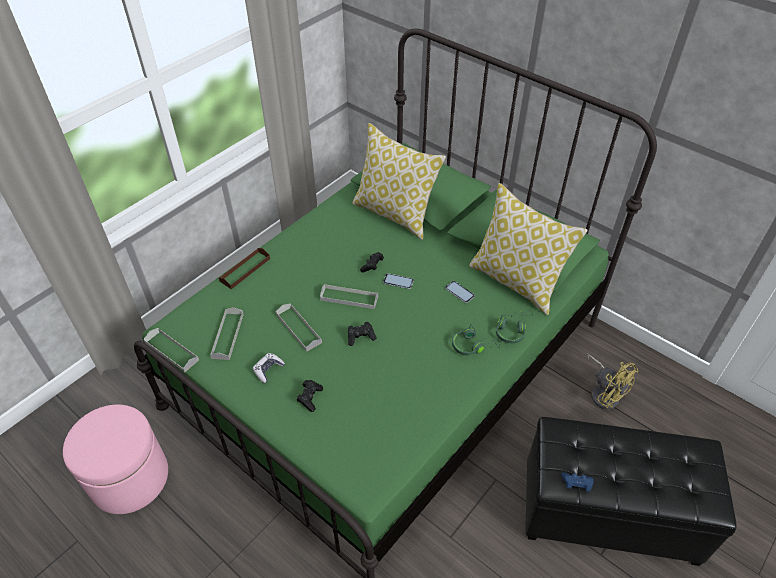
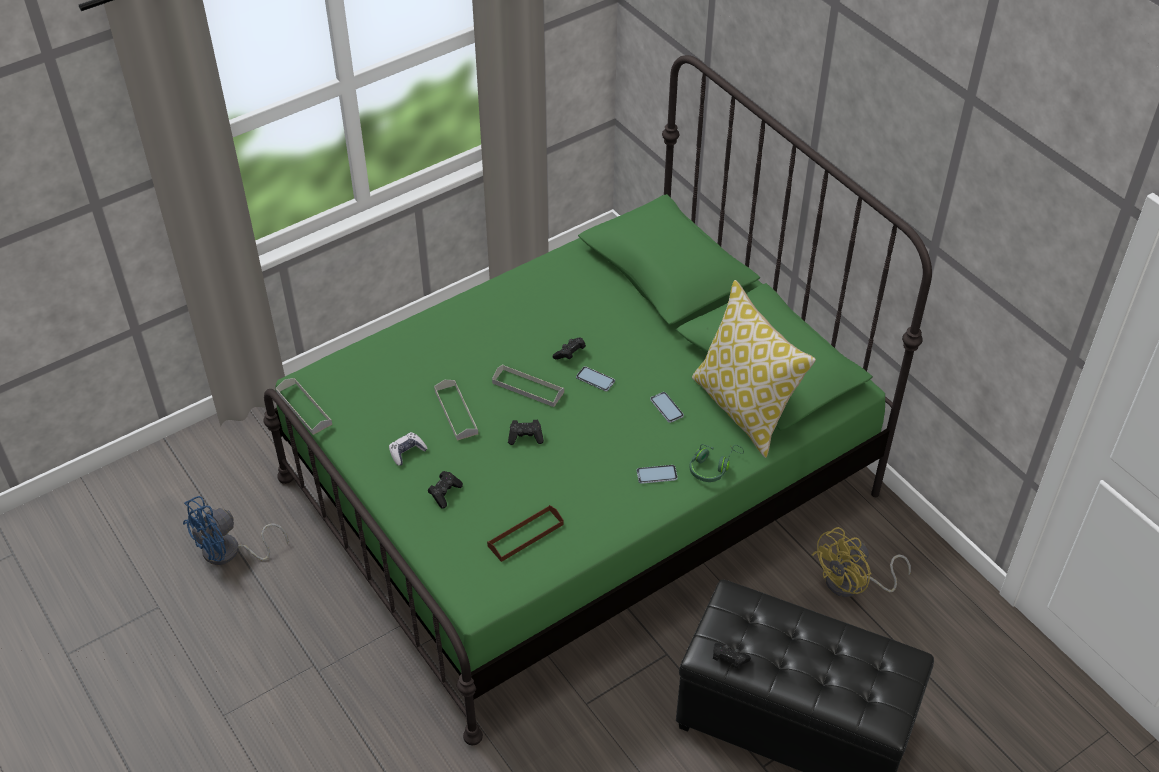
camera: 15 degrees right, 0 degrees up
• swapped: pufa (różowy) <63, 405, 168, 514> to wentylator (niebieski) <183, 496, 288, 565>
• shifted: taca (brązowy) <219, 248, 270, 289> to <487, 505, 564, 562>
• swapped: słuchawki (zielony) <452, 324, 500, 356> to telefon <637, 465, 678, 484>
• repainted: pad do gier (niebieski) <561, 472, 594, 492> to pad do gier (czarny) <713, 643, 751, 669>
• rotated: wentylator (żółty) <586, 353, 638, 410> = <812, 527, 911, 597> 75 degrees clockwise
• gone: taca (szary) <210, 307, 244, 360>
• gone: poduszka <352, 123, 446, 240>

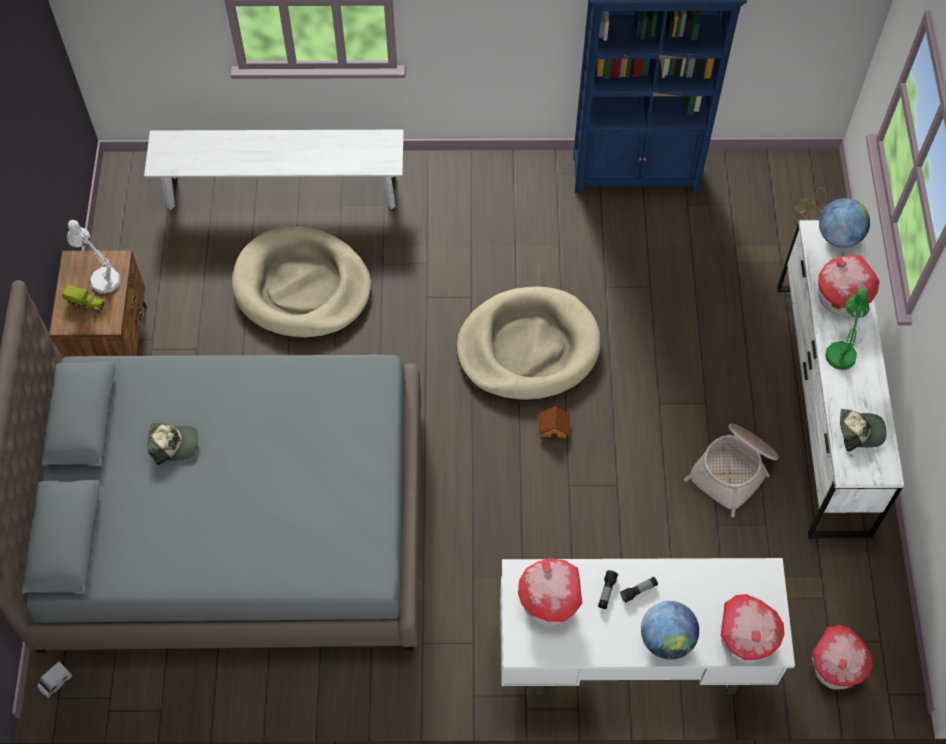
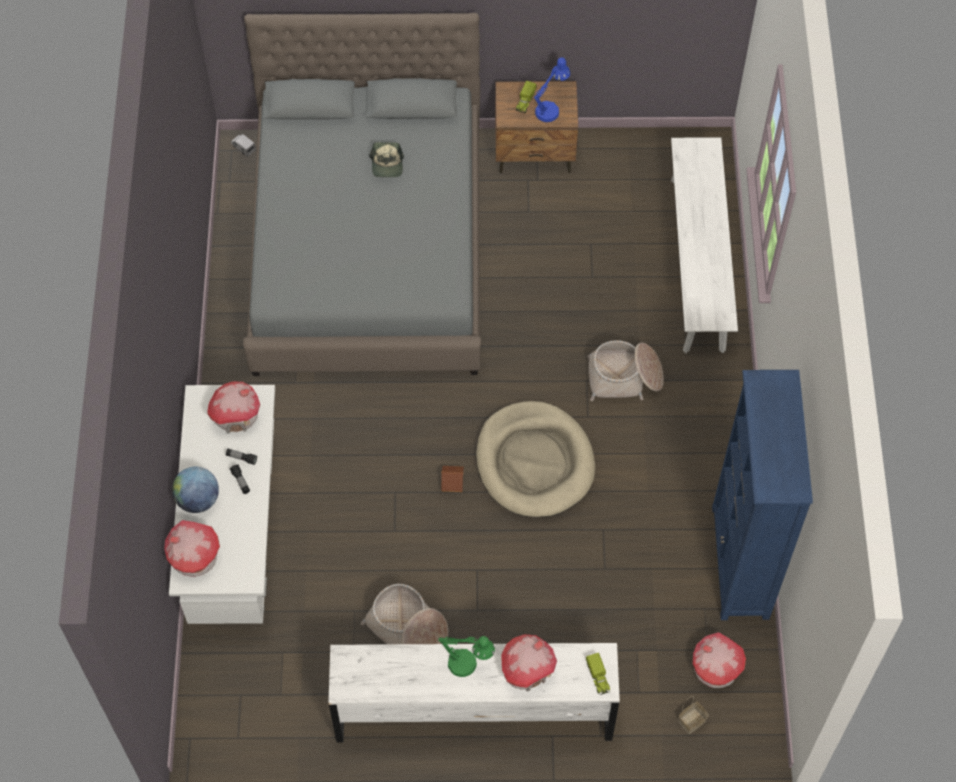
camera: 90 degrees right, 0 degrees up
• repainted: lampa stołowa (biały) <67, 220, 120, 293> to lampa stołowa (niebieski) <534, 57, 570, 122>
• swapped: globus <819, 198, 870, 248> to ciężarówka zabawkowa <586, 653, 610, 695>
• new: koszyk <587, 340, 664, 401>
• shifted: domek <812, 625, 873, 690> to <693, 632, 746, 688>
• gone: legowisko (beżowy) <232, 227, 371, 339>
• gone: czapka z daszkiem <840, 409, 886, 451>

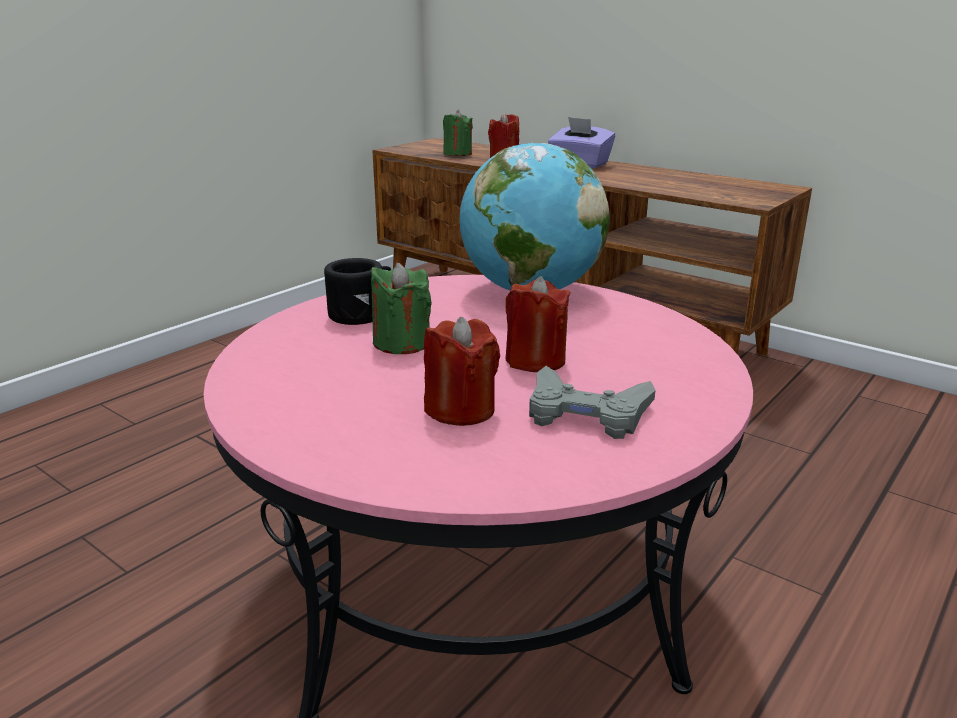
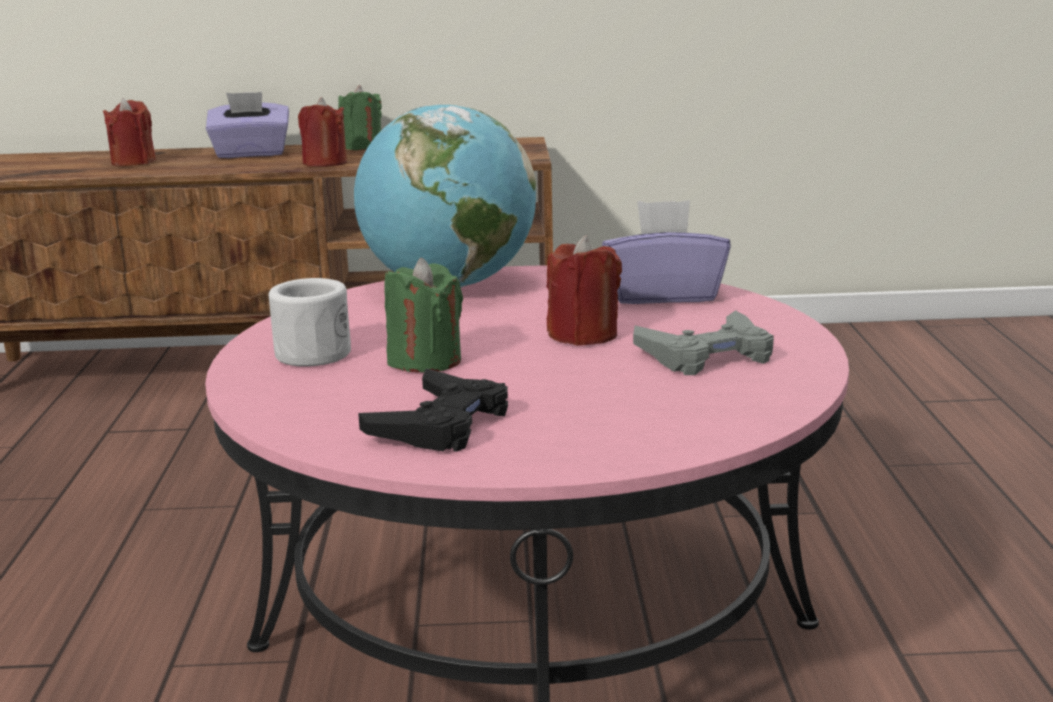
camera: 40 degrees left, 5 degrees down
• repainted: kubek (czarny) <324, 258, 391, 325> to kubek (biały) <269, 278, 351, 367>
• shifted: świeca (czerwony) <424, 317, 500, 426> to <298, 97, 347, 167>
• shifted: świeca (zielony) <443, 110, 473, 156> to <338, 85, 382, 150>
• new: pad do gier (czarny) <358, 369, 508, 452>
• new: pudełko chusteczek (fioletowy) <602, 200, 731, 304>

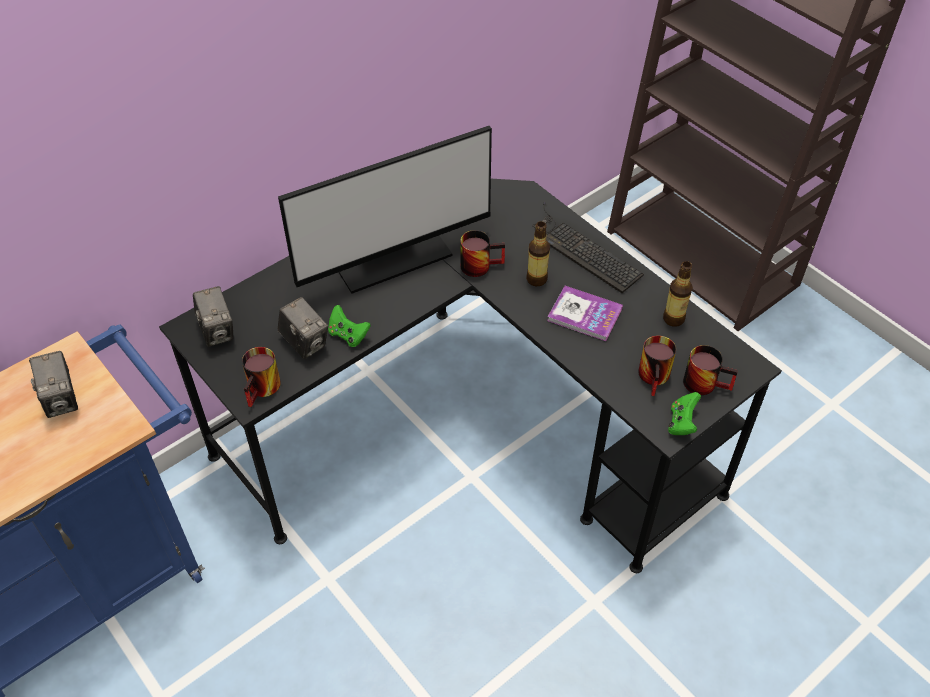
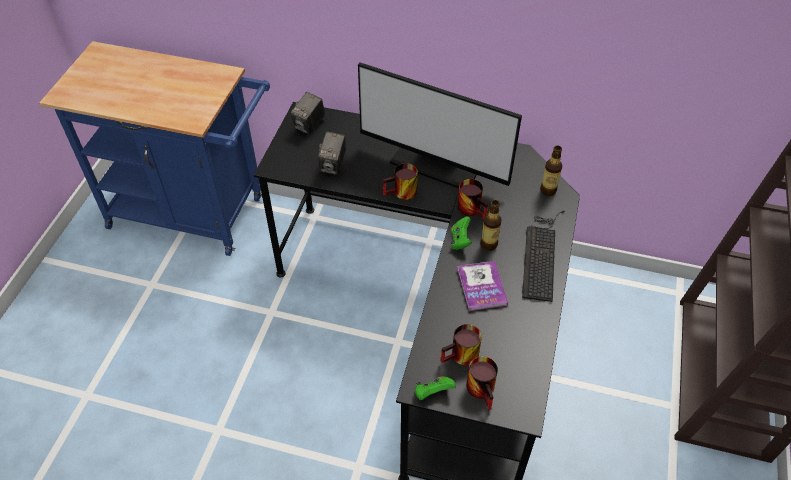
camera: 55 degrees right, 0 degrees up
• shifted: kubek <242, 347, 281, 407> to <383, 163, 418, 200>
• shifted: pad do gier (zielony) <328, 305, 371, 347> to <451, 216, 472, 250>
• shifted: butelka <663, 261, 693, 327> to <540, 146, 562, 196>
• gone: aparat fotograficzny <29, 351, 78, 418>

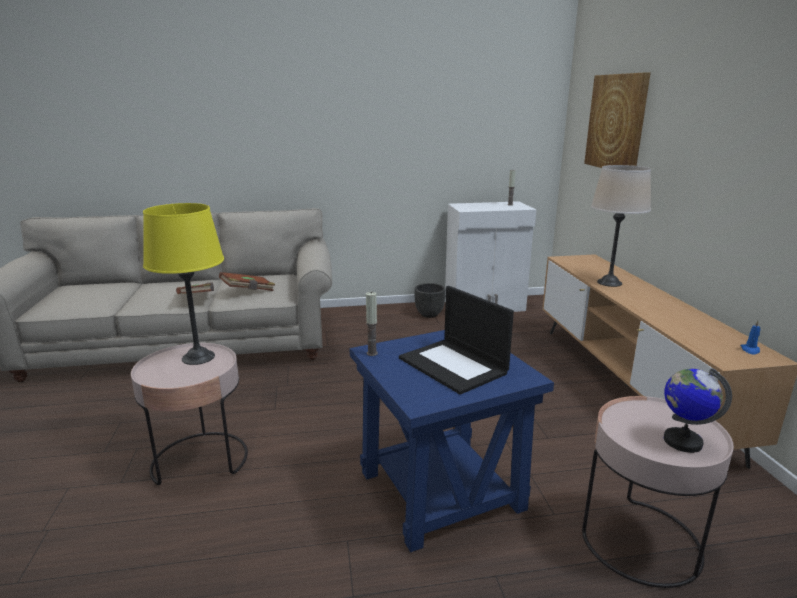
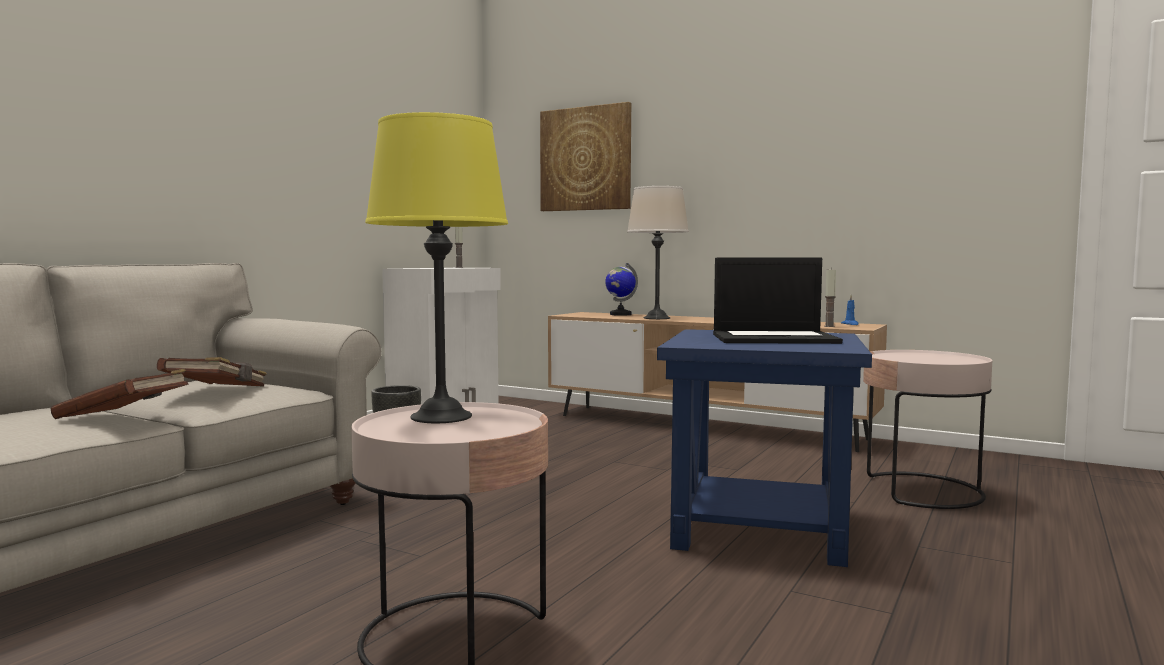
camera: 50 degrees left, 15 degrees down
• shifted: globus <664, 368, 732, 453> to <605, 263, 638, 316>
• shifted: świeca <366, 292, 378, 356> to <824, 268, 836, 327>

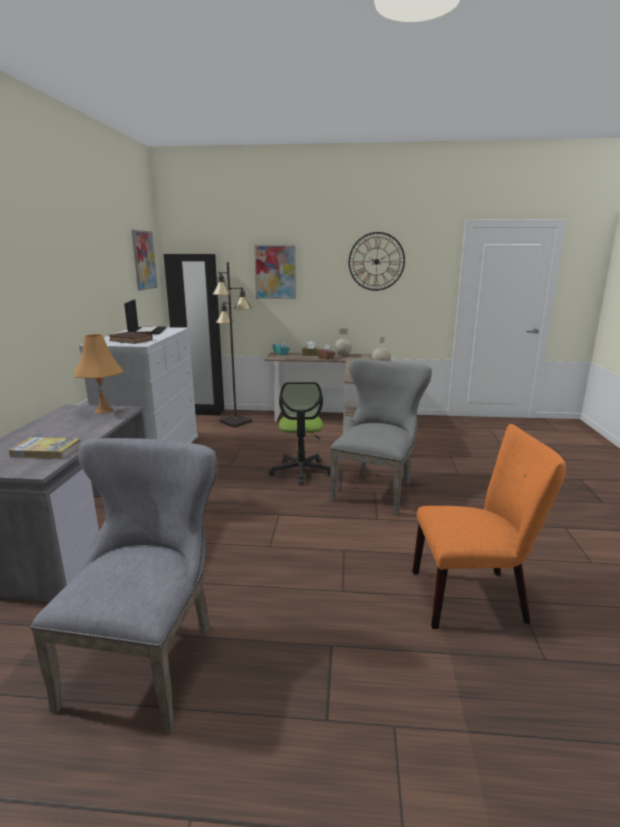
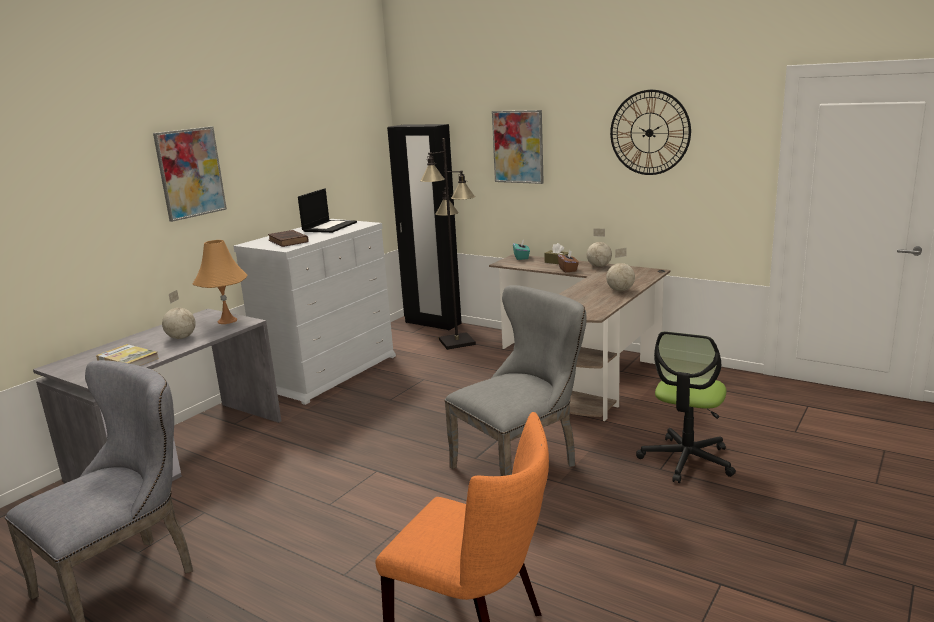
camera: 30 degrees right, 0 degrees up
• shifted: obraz <132, 230, 157, 290> to <153, 126, 227, 222>
• new: globus <162, 290, 196, 339>
• shifted: krzesło biurowe <269, 382, 330, 485> to <636, 331, 736, 483>

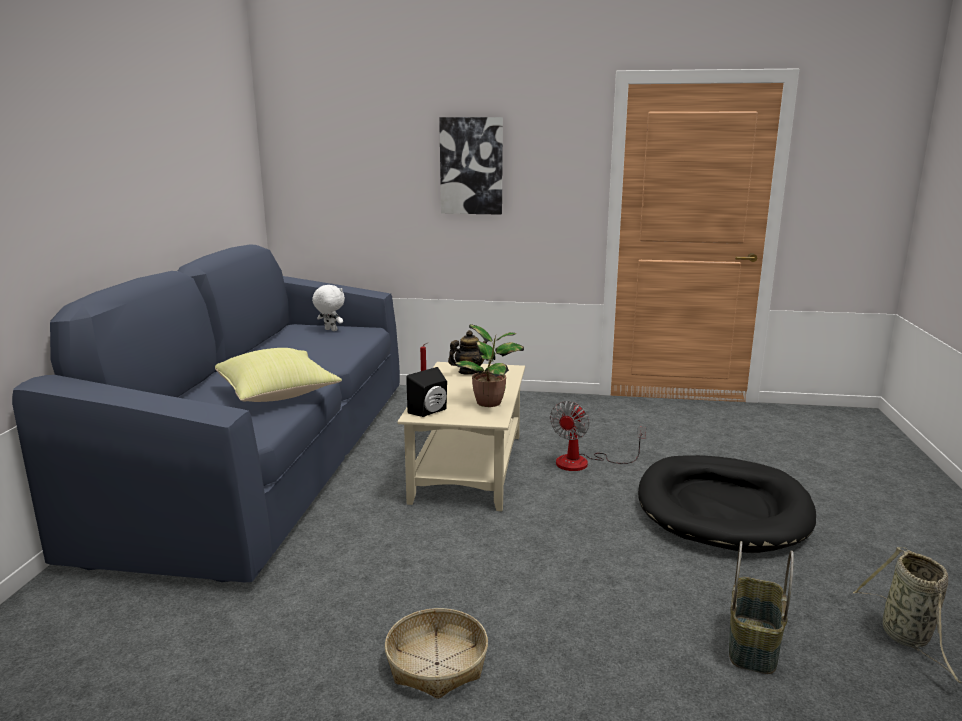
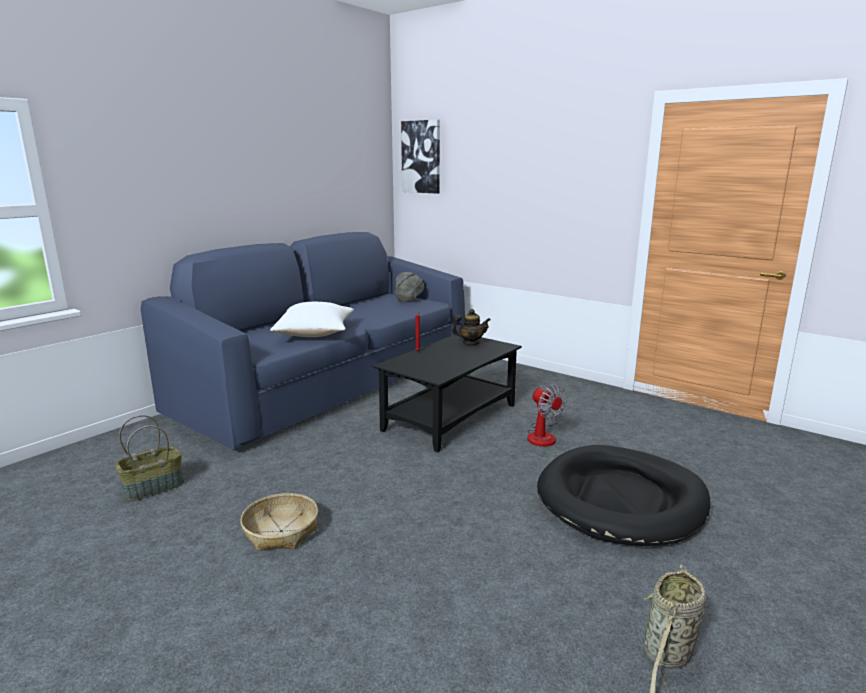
camera: 30 degrees right, 0 degrees up
• shifted: koszyk <729, 541, 794, 674> to <115, 415, 184, 501>
• repainted: poduszka (żółty) <215, 348, 342, 402> to poduszka (biały) <270, 302, 354, 337>
• repainted: ława (beżowy) <397, 362, 525, 511> to ława (czarny) <373, 333, 522, 452>
• swapped: pluszak (biały) <312, 285, 345, 331> to kapelusz (szary) <395, 272, 424, 302>
• shifted: obraz <439, 117, 503, 215> to <401, 120, 440, 194>
• rotated: wentylator <550, 401, 646, 471> = <527, 384, 567, 447> 90 degrees counterclockwise
• gone: głośnik (czarny) <406, 367, 447, 417>
• gone: roślina doniczkowa <455, 324, 524, 407>

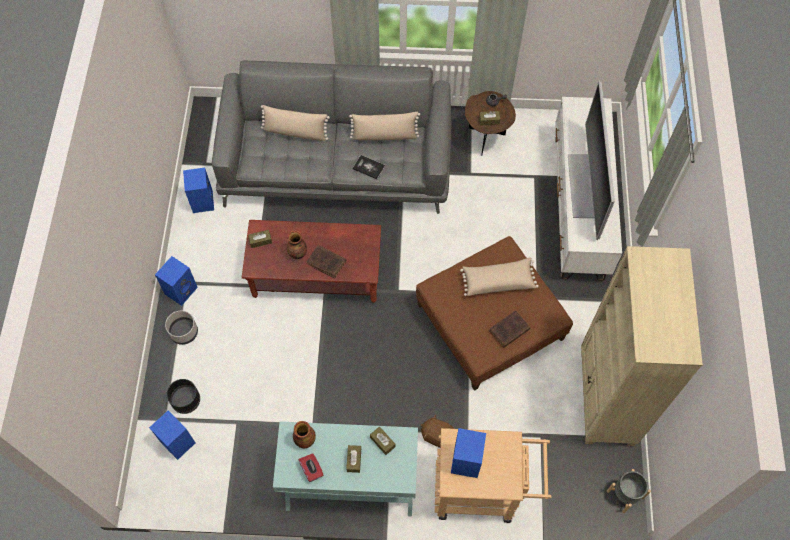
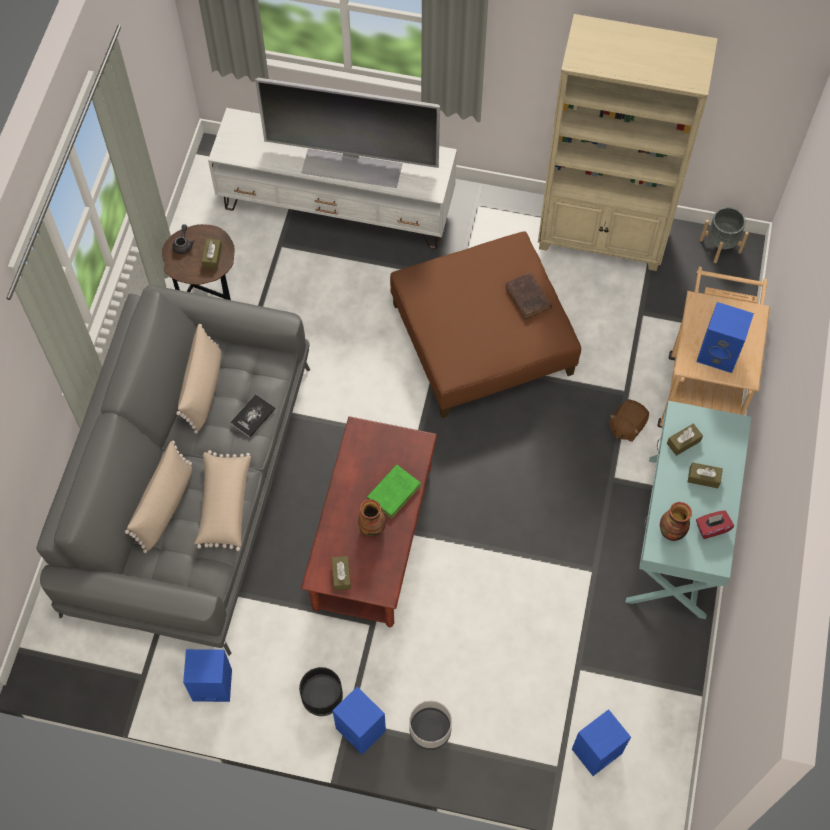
camera: 80 degrees left, 0 degrees up
• shifted: poduszka (beżowy) <460, 257, 539, 296> to <194, 450, 251, 551>
• shifted: donica (czarny) <167, 379, 200, 414> to <299, 667, 343, 716>
• repainted: książka (brązowy) <307, 245, 346, 279> to książka (zielony) <367, 465, 421, 518>

